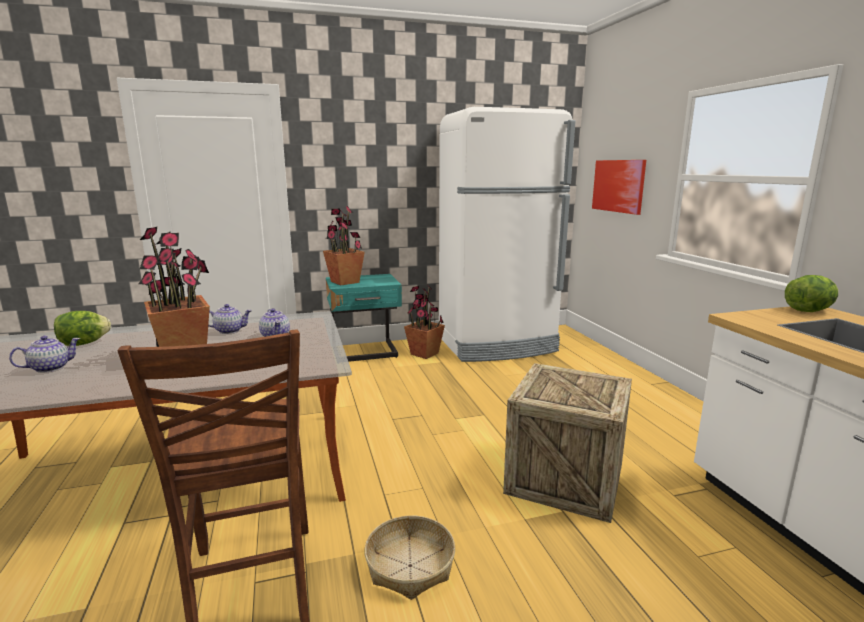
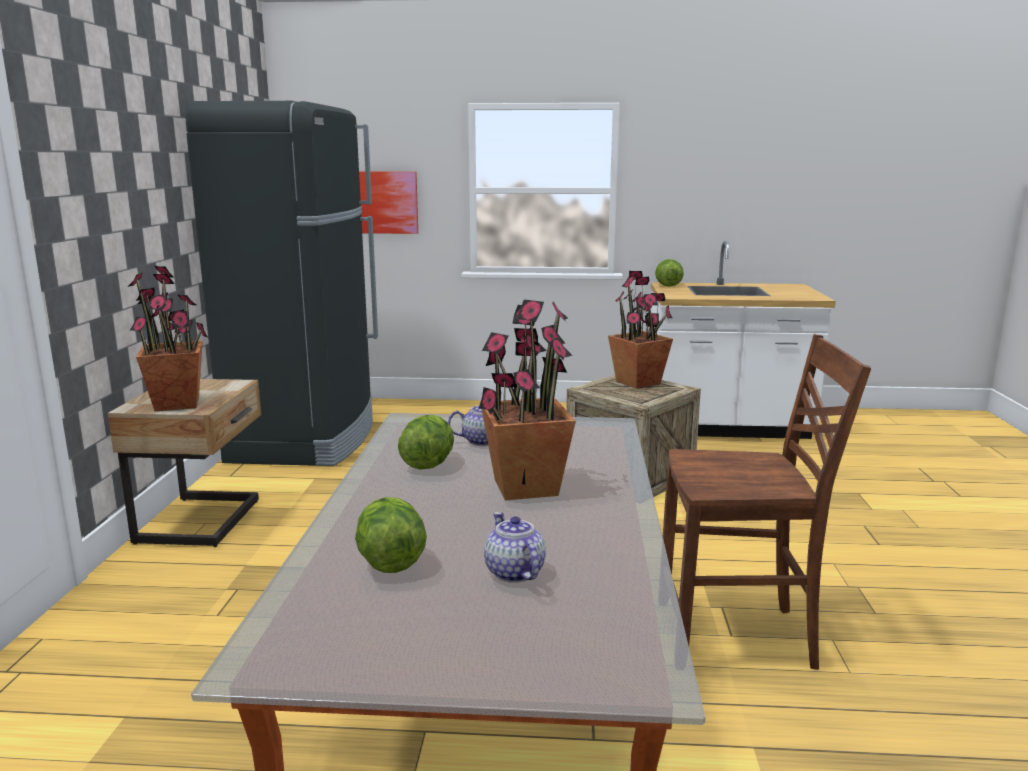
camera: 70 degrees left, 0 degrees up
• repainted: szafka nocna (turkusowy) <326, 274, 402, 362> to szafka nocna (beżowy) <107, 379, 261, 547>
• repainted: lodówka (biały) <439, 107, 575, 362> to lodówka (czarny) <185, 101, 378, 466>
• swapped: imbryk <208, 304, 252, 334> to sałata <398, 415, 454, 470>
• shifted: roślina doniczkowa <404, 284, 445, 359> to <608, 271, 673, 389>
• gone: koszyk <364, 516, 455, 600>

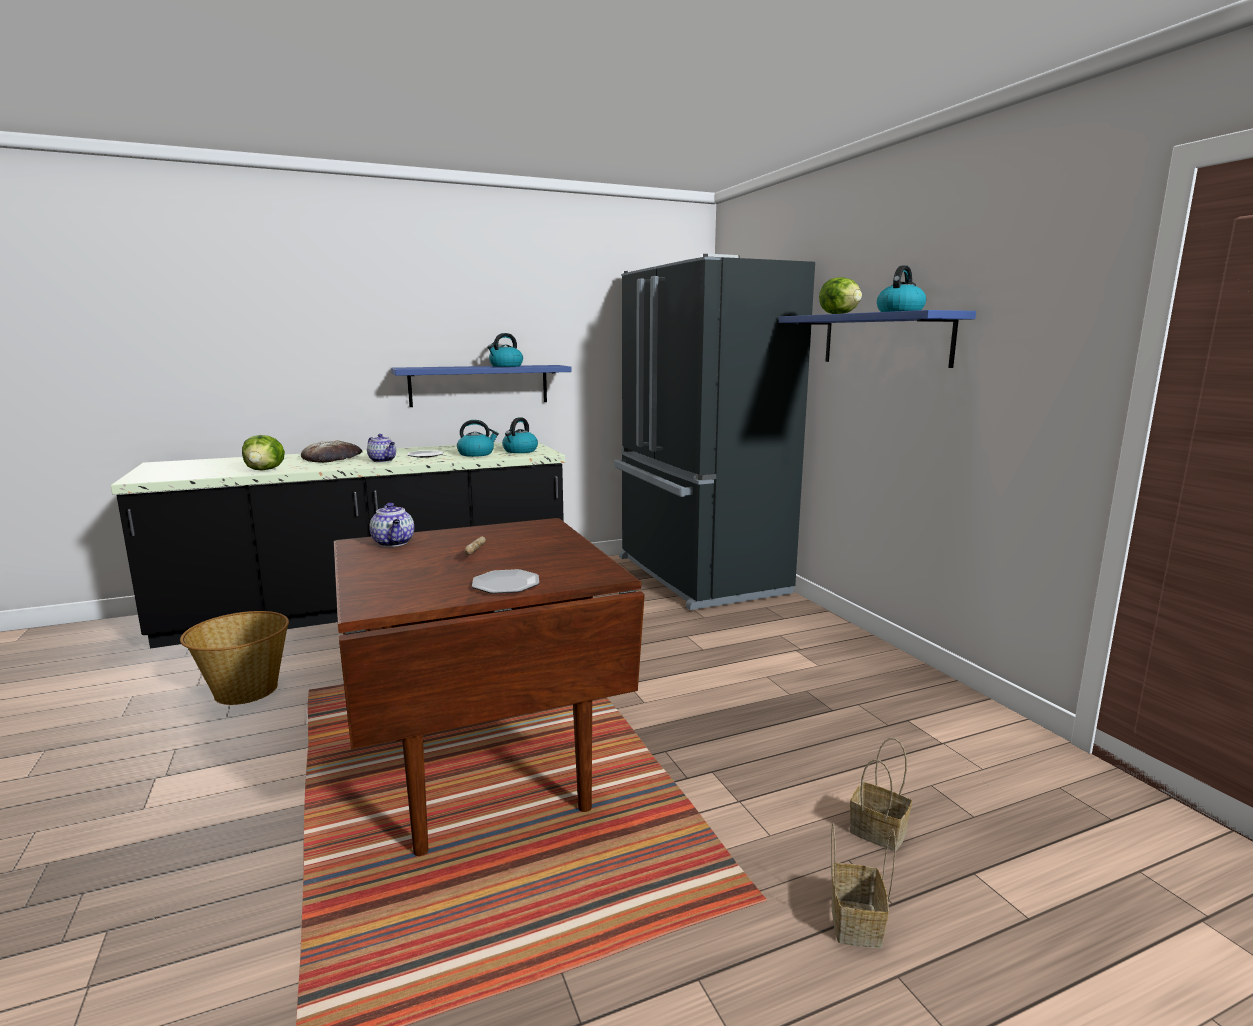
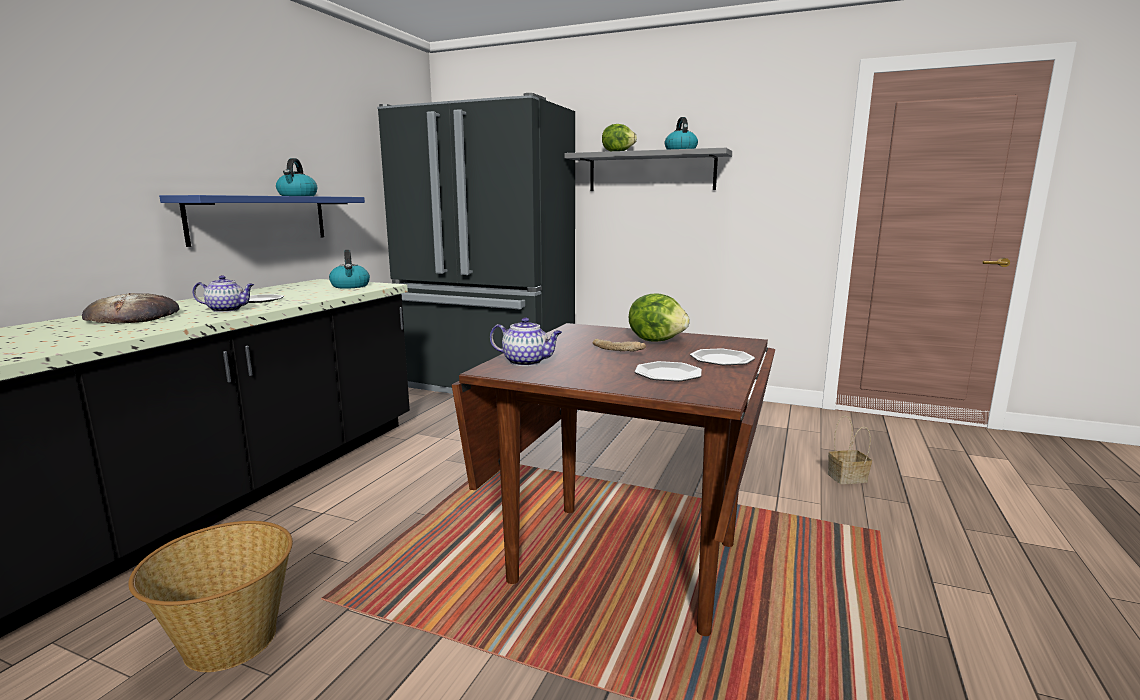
camera: 45 degrees left, 0 degrees up
• repainted: półka (niebieski) <779, 310, 976, 368> to półka (szary) <565, 148, 732, 191>
• shifted: sałata <242, 435, 285, 471> to <629, 294, 690, 342>
• new: talerz <635, 361, 702, 382>
• gone: czajnik <457, 420, 499, 457>
• gone: koszyk <831, 823, 896, 949>

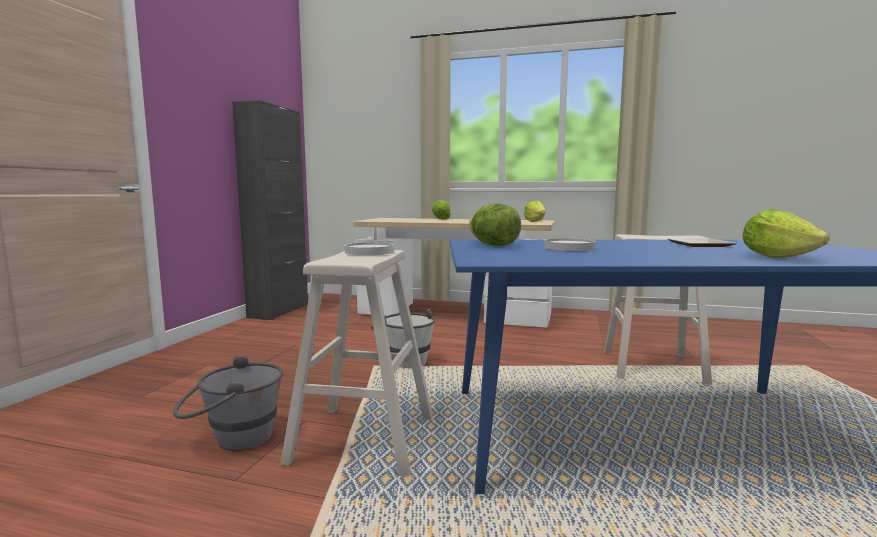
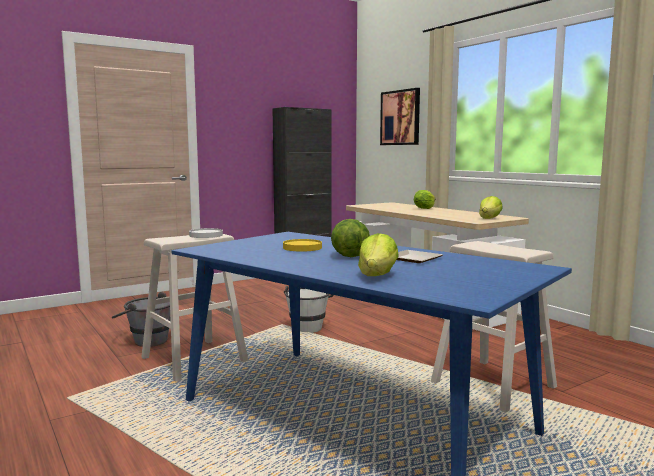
camera: 40 degrees right, 0 degrees up
• repainted: talerz (biały) <544, 238, 595, 251> to talerz (żółty) <283, 239, 322, 252>
• shifted: sałata <469, 203, 521, 246> to <331, 219, 370, 257>
• new: obraz <380, 88, 420, 145>

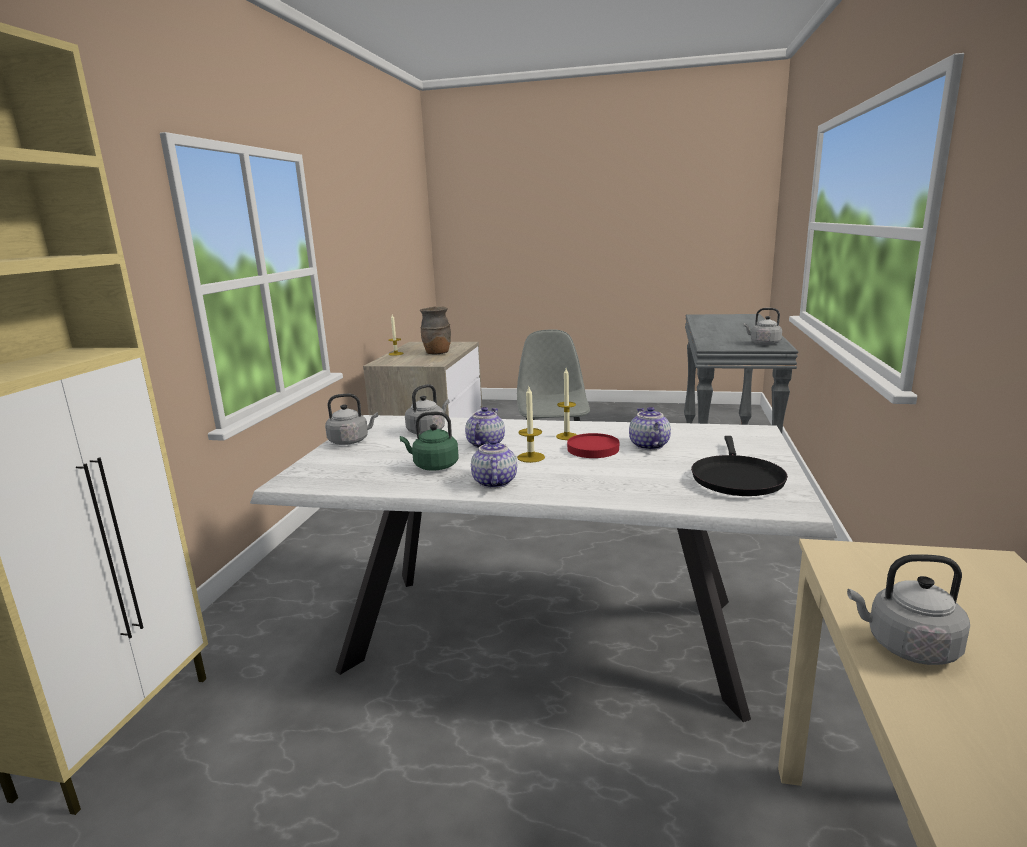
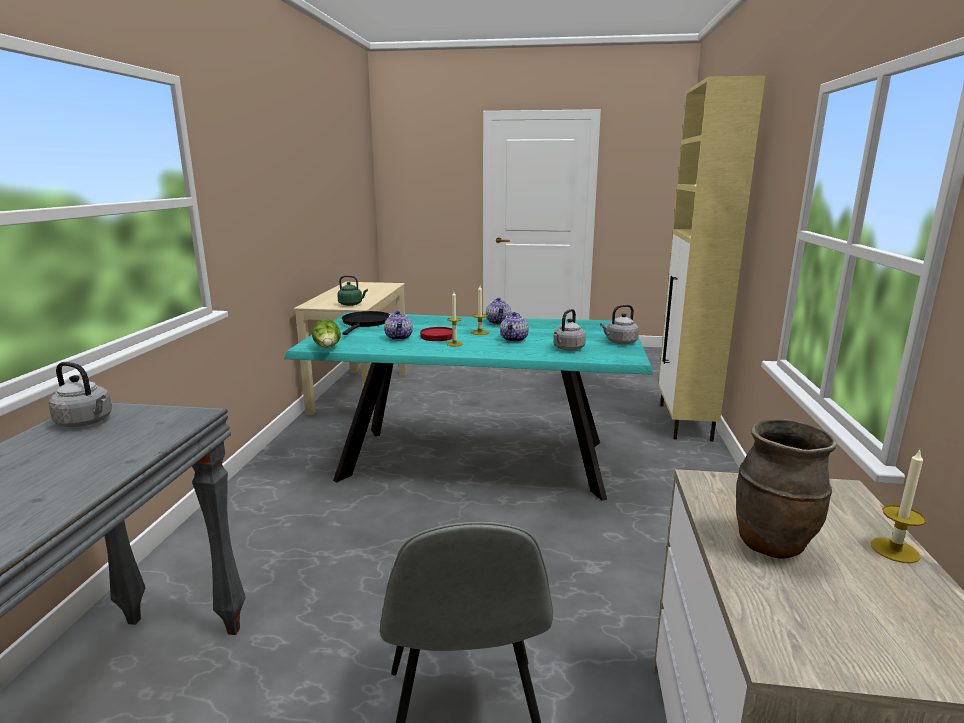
camera: 175 degrees right, 0 degrees up
• repainted: stół jadalny (biały) <250, 415, 838, 722> to stół jadalny (turkusowy) <284, 312, 653, 501>
• new: sałata <312, 319, 341, 348>
• shifted: czajnik (zielony) <400, 412, 459, 471> to <337, 275, 368, 306>
• gone: czajnik (szary) <847, 554, 970, 665>

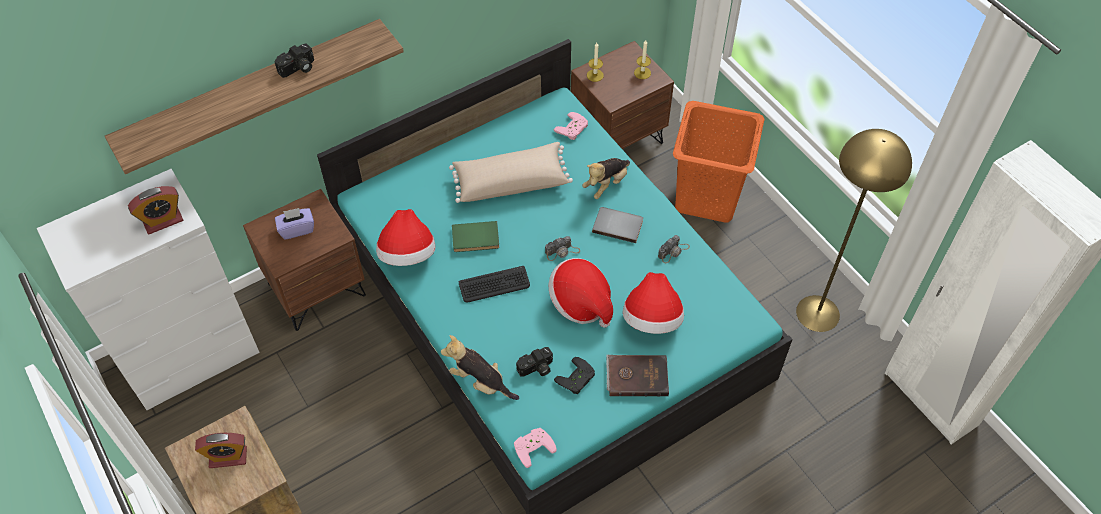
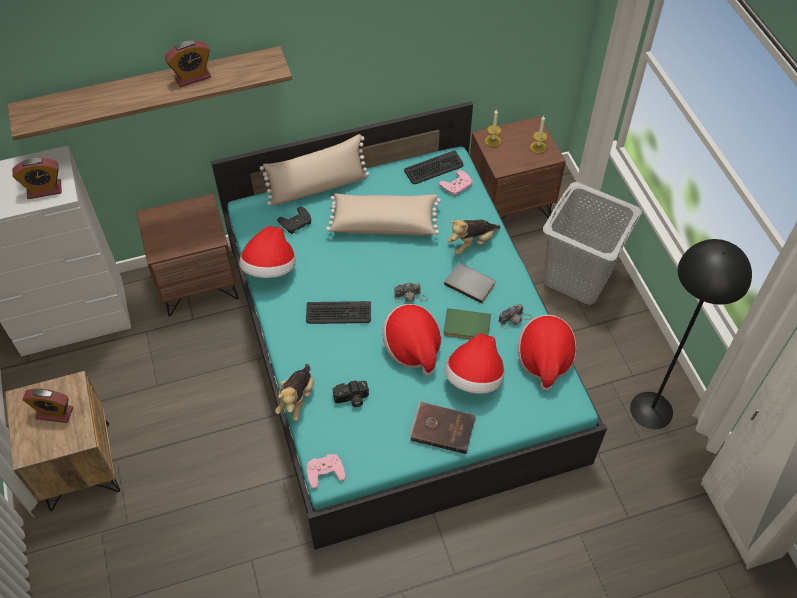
camera: 15 degrees right, 0 degrees up
• swapped: aparat fotograficzny <274, 43, 314, 78> to budzik <165, 41, 211, 87>
• new: poduszka (beżowy) <259, 134, 369, 206>
• rotated: pluszak <441, 335, 519, 400> = <275, 364, 314, 421> 120 degrees counterclockwise
• shifted: pad do gier (czarny) <554, 357, 595, 394> to <277, 206, 311, 234>
• new: klawiatura <404, 150, 464, 184>
• shifted: książka (zielony) <452, 221, 499, 252> to <443, 308, 491, 339>
• new: kapelusz <518, 315, 576, 391>
• repainted: kosz na pranie (pomarańczowy) <673, 101, 765, 223> to kosz na pranie (szary) <543, 182, 642, 305>
• repainted: lampa stojąca (żółty) <796, 129, 912, 332> to lampa stojąca (czarny) <630, 239, 752, 429>
• gone: pudełko chusteczek (fioletowy) <275, 208, 314, 240>

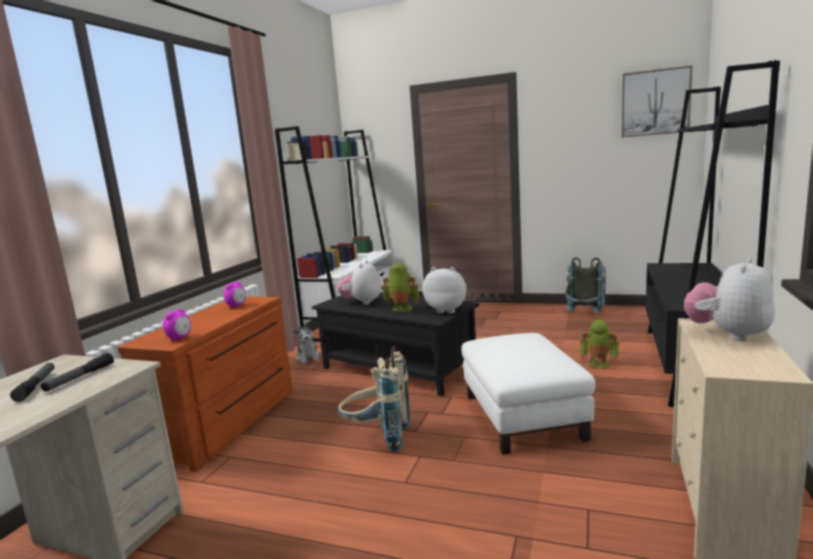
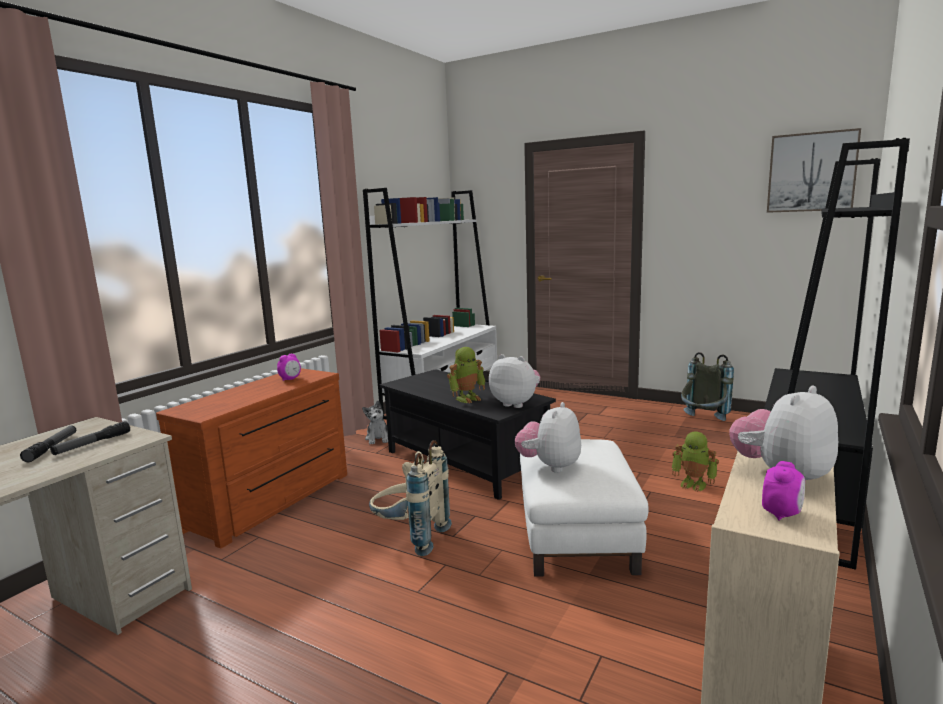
camera: 10 degrees right, 0 degrees up
• rotated: robot zabawkowy <381, 263, 419, 312> = <447, 347, 485, 403> 120 degrees clockwise
• shifted: pluszak <337, 260, 381, 305> to <515, 402, 581, 473>
• shifted: budzik <163, 309, 191, 341> to <762, 461, 805, 521>

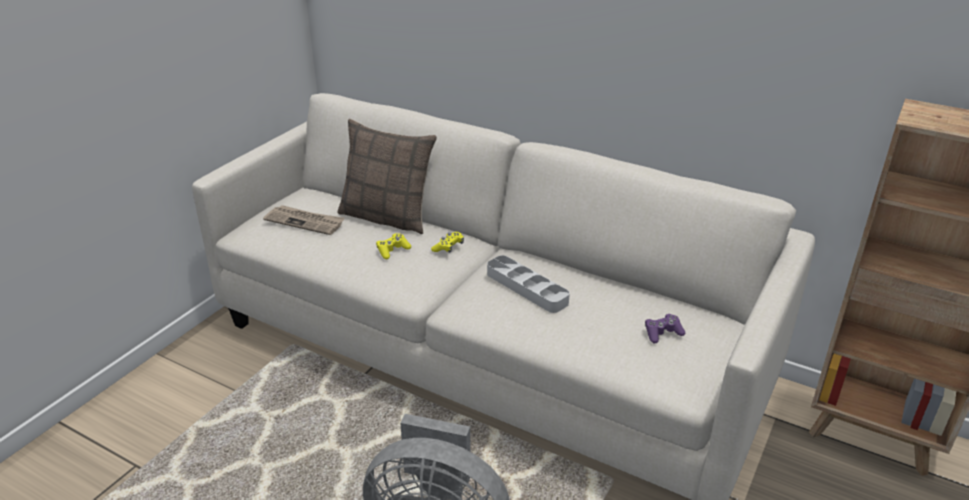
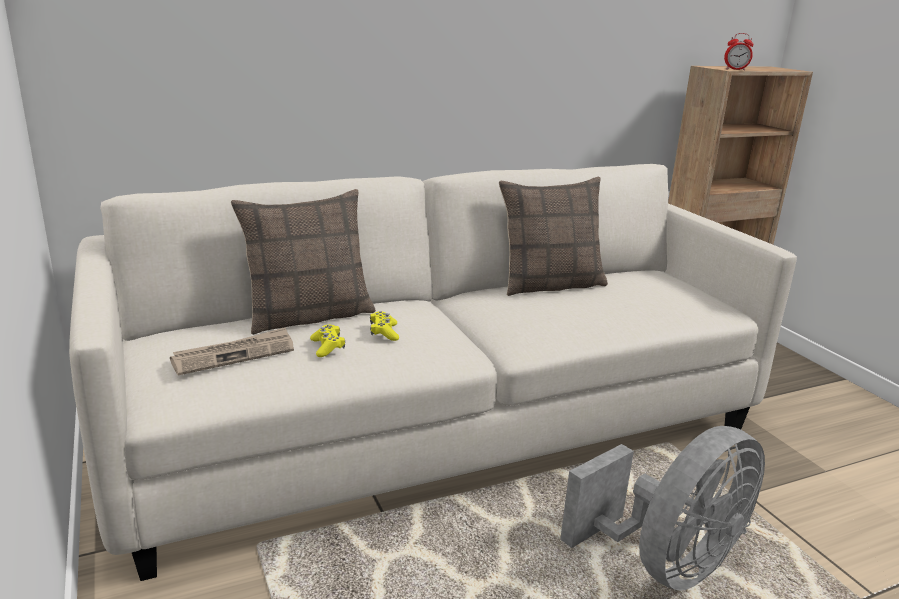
camera: 55 degrees left, 10 degrees down
• shifted: pad do gier (żółty) <431, 232, 464, 253> to <310, 325, 345, 357>
• new: poduszka <499, 176, 608, 296>
• new: budzik <724, 33, 754, 70>
• gone: taca (szary) <487, 255, 570, 313>
• gone: pad do gier (fioletowy) <645, 314, 685, 343>

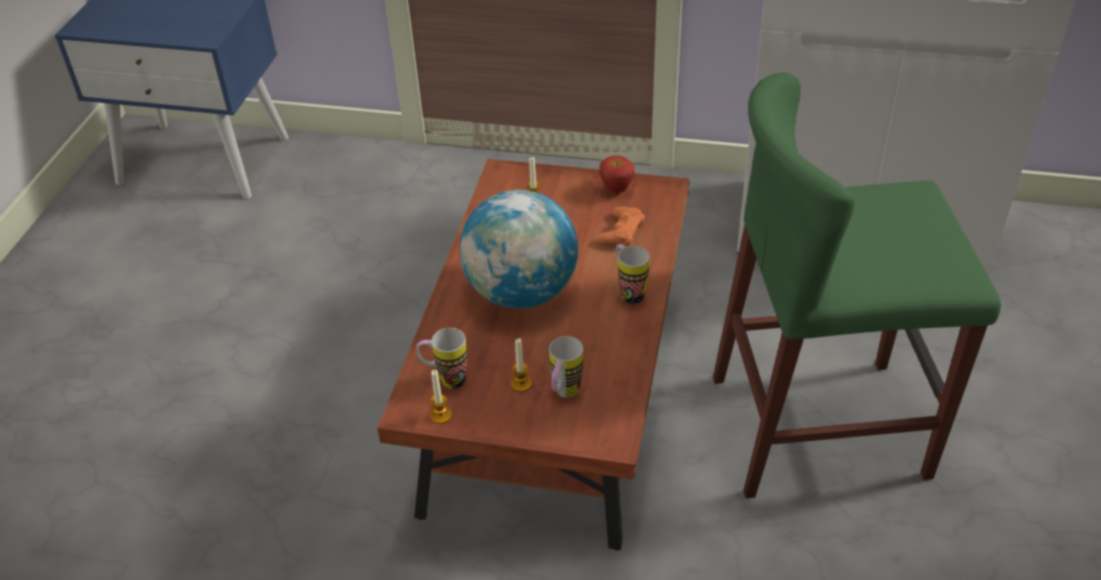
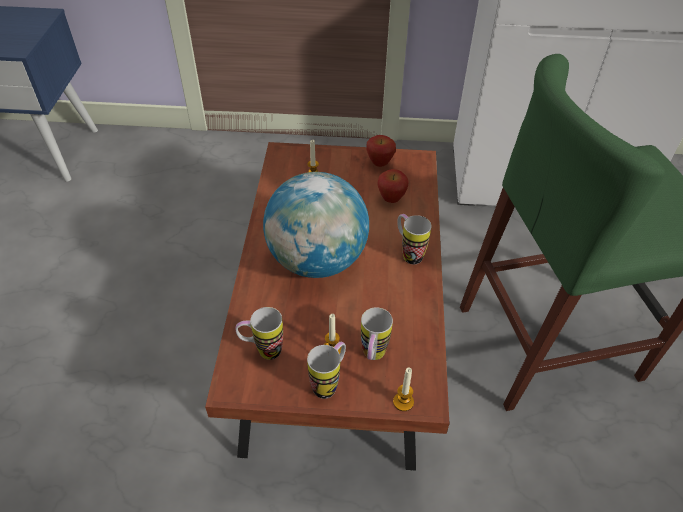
camera: 10 degrees left, 5 degrees up
• new: kubek <307, 342, 346, 399>
• swapped: pad do gier (pomarańczowy) <597, 207, 645, 246> to jabłko <377, 169, 409, 203>
• shifted: świeca <430, 370, 452, 424> to <393, 367, 414, 411>

